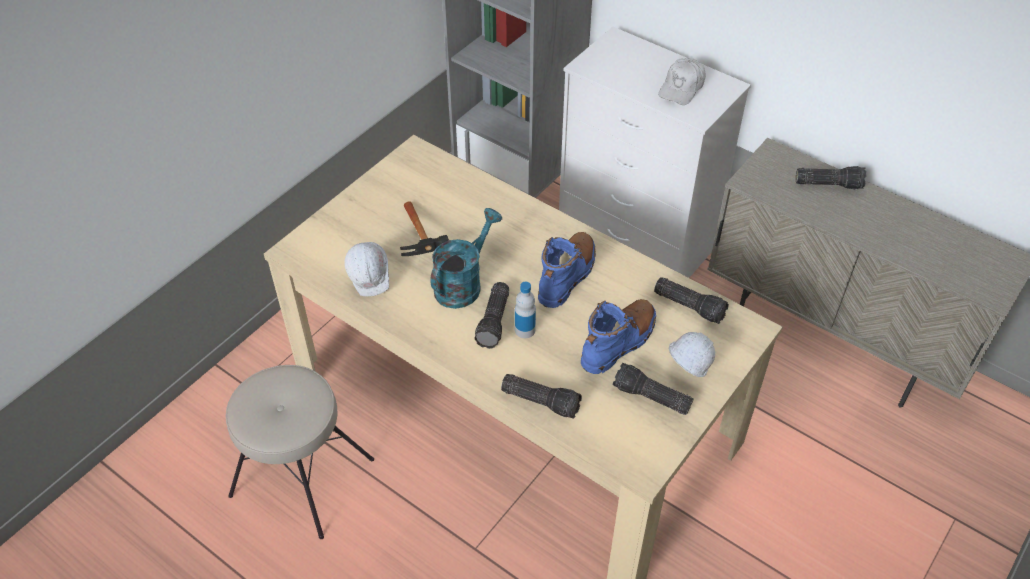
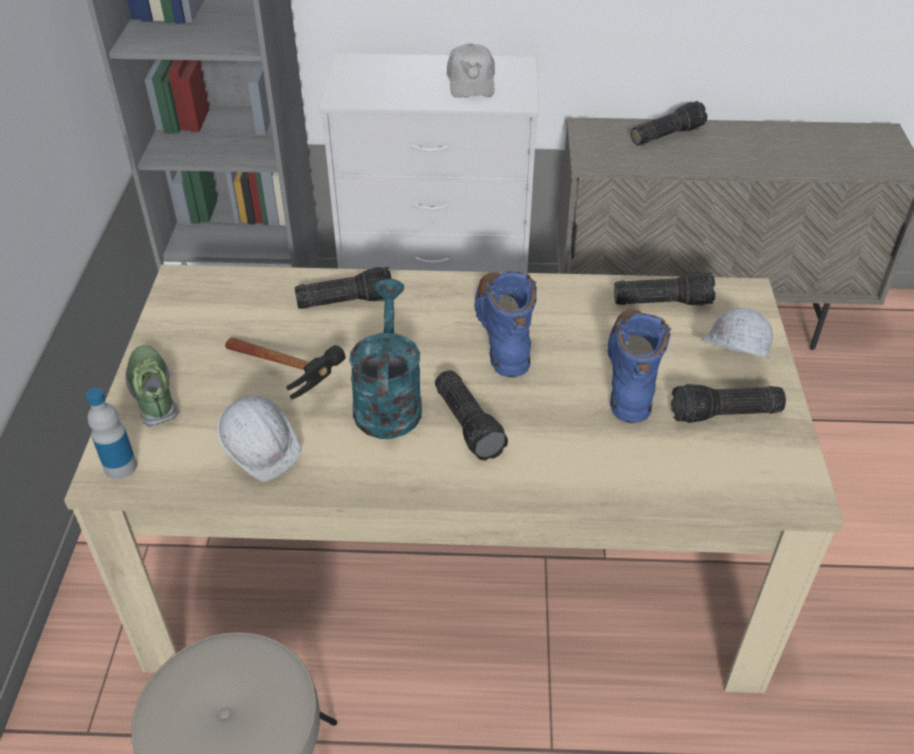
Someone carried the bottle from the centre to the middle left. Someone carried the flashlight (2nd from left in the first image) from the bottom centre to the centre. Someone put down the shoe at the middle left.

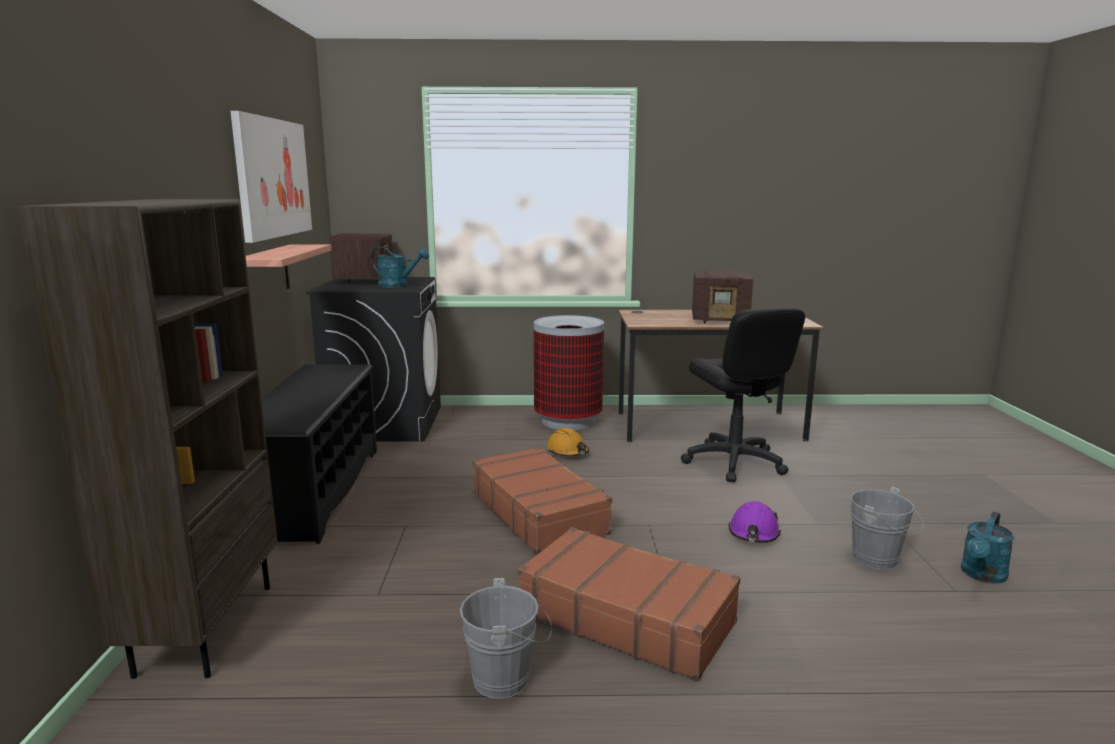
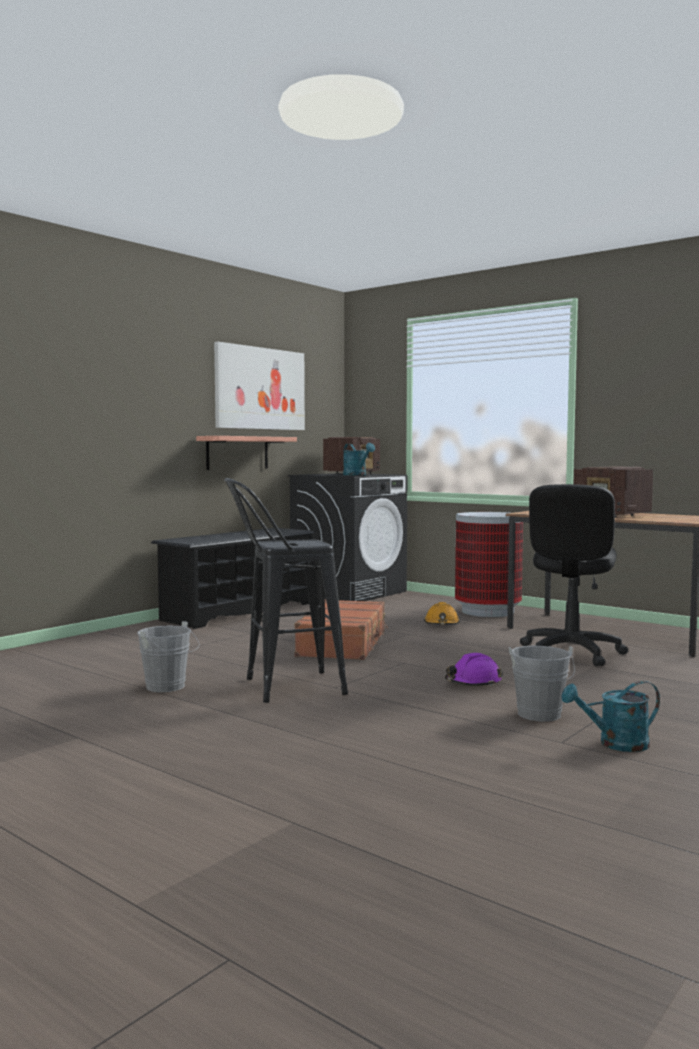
Someone took away the brown bookcase at the middle left. Someone swapped the brown suitcase (2nd from left) at the bottom centre for the black stool at the centre.

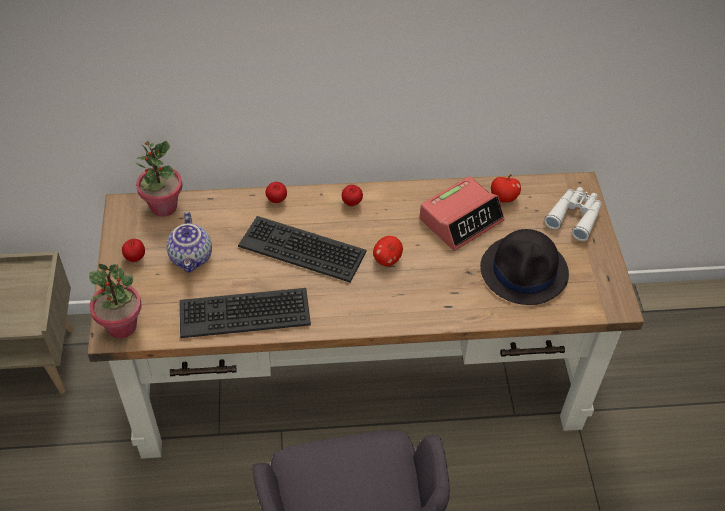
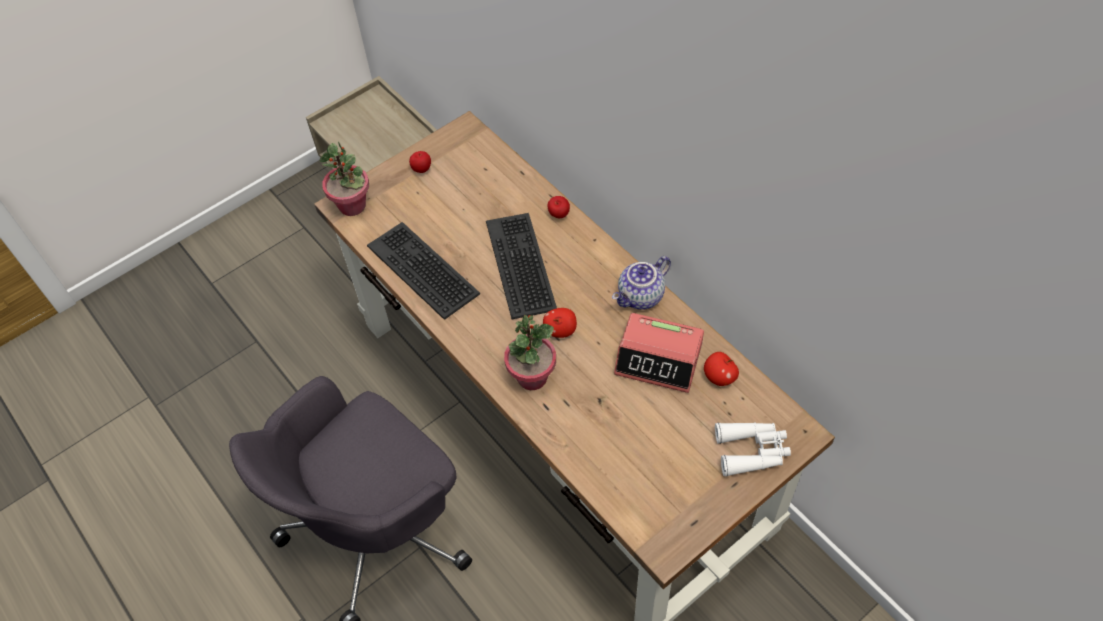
Someone carried the potted plant (2nd from left) from the middle left to the centre. Someone took away the apple (3rd from left) at the centre. Someone carried the teapot from the middle left to the centre. Someone took away the black hat at the middle right.

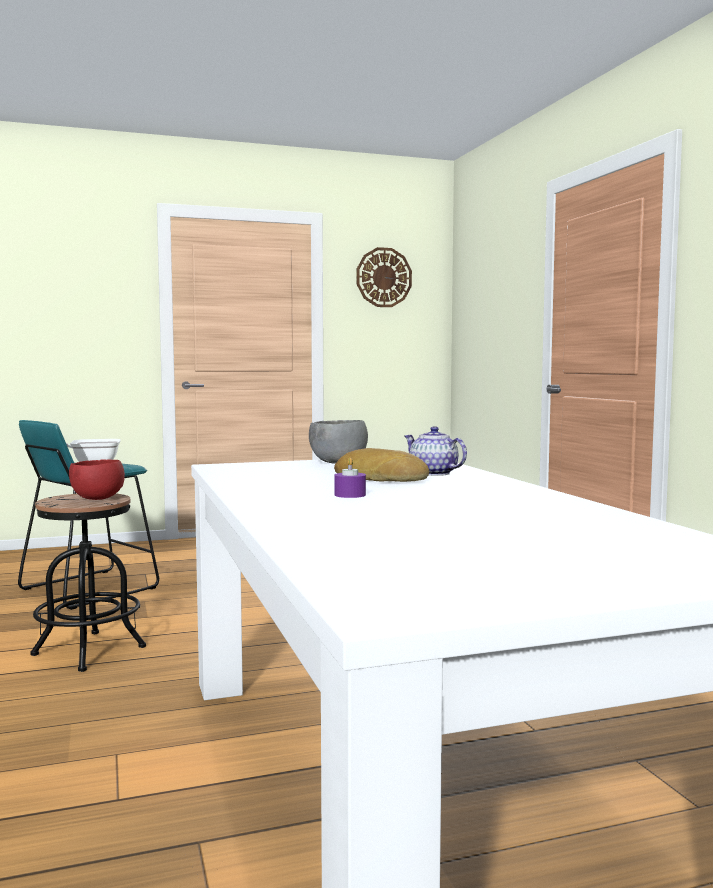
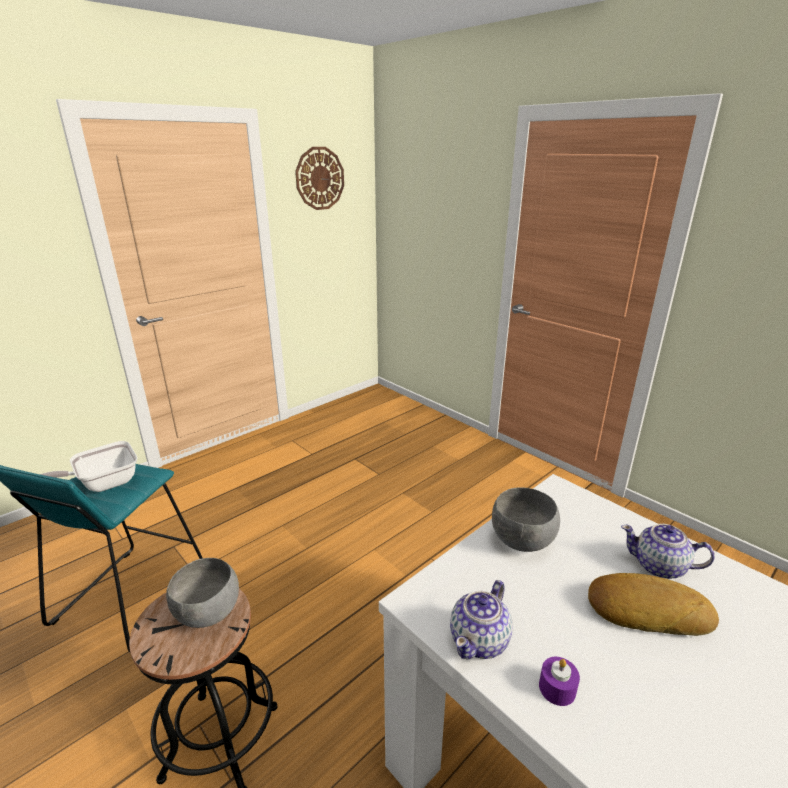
Someone carried the purple candle from the centre to the bottom right. Someone repainted the red bowl at the middle left, which became the grey bowl (1st from left) at the bottom left. Someone put down the teapot (1st from left) at the bottom centre.

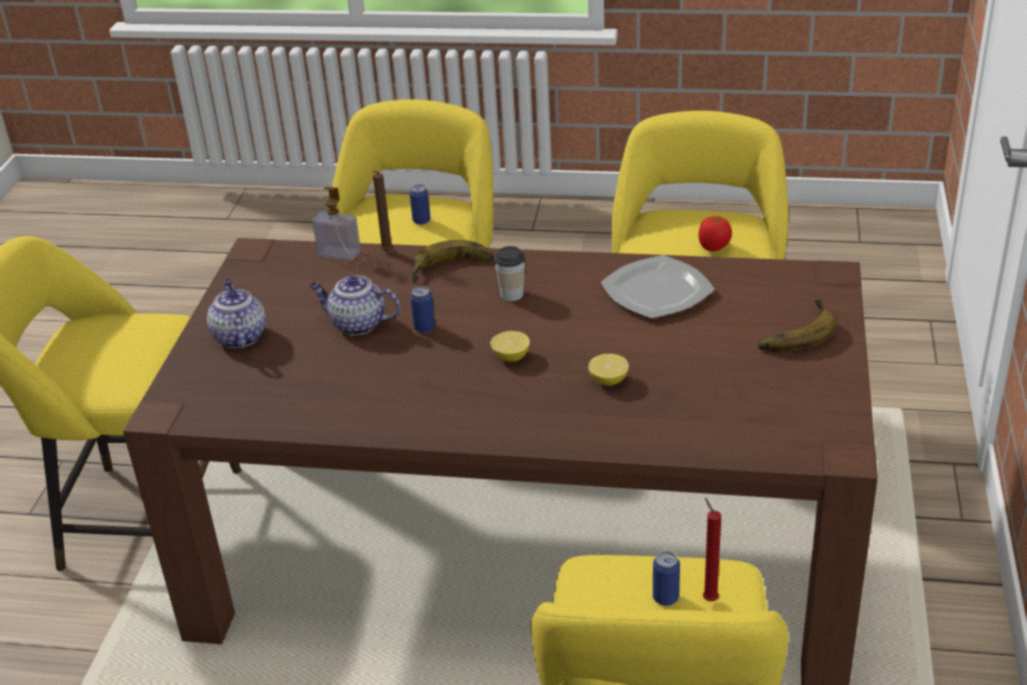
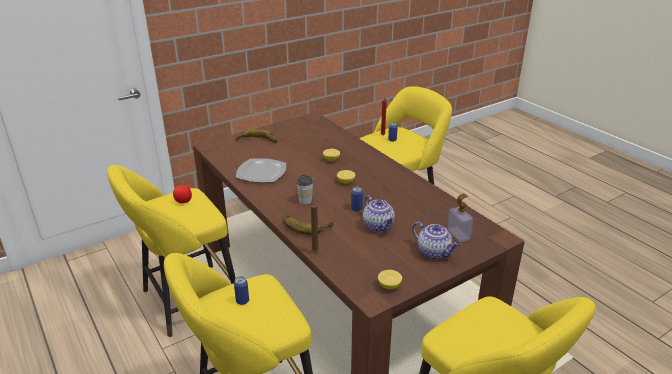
Someone carried the soap dispenser from the top left to the middle right. Someone rotated the teapot (1st from left in the first image) at the middle left by 75 degrees counterclockwise. Someone put down the lemon (3rd from left) at the bottom centre.

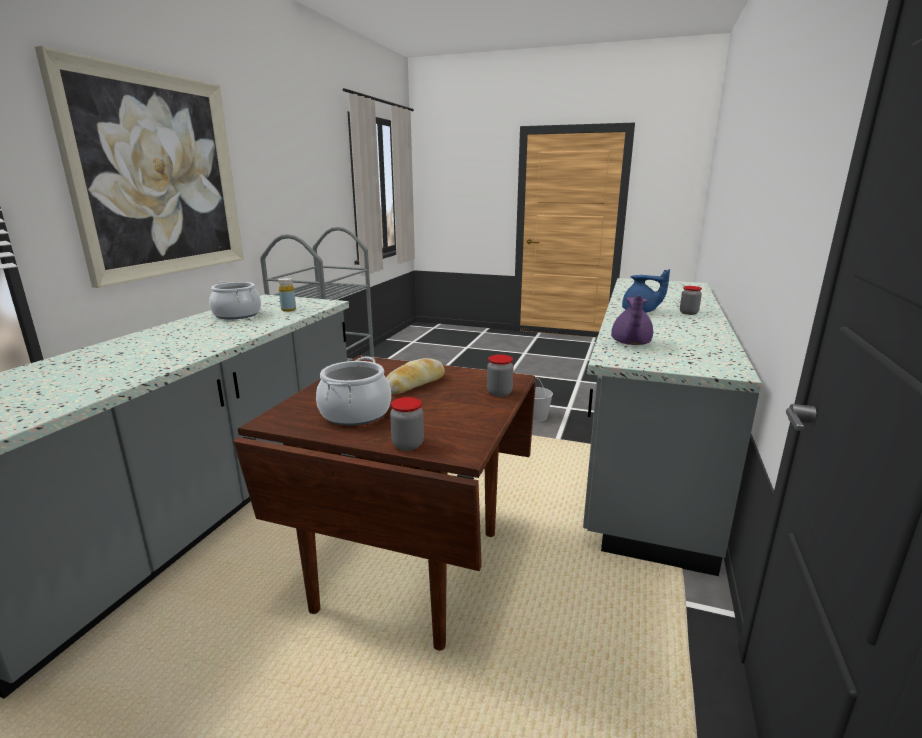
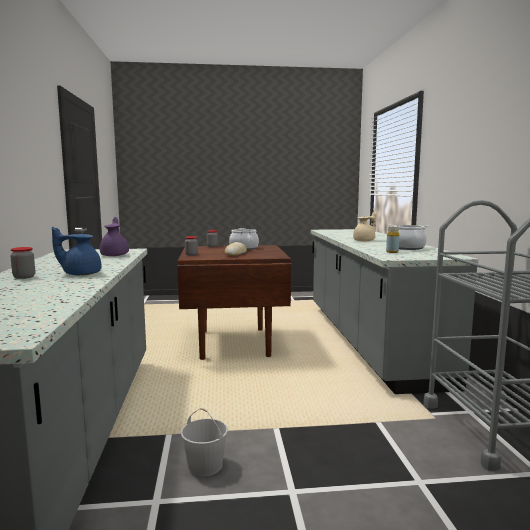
Someone took away the picture at the top left. Someone put down the beige teapot at the middle right.

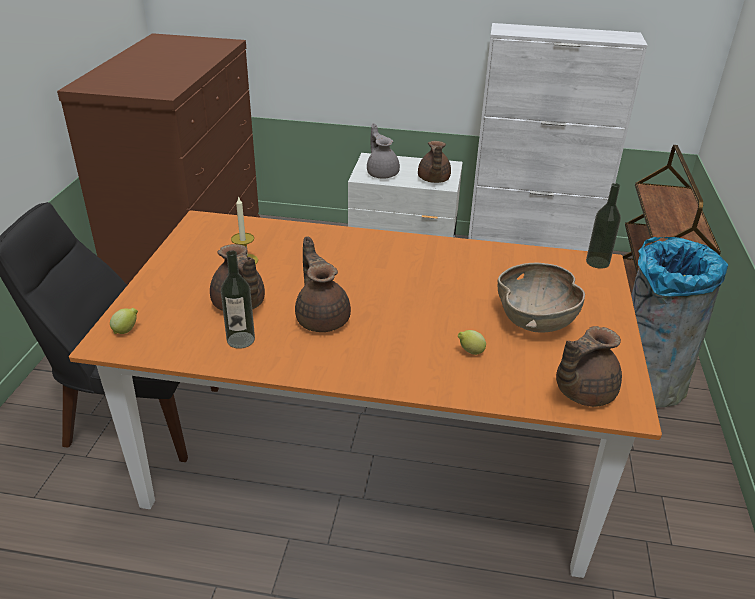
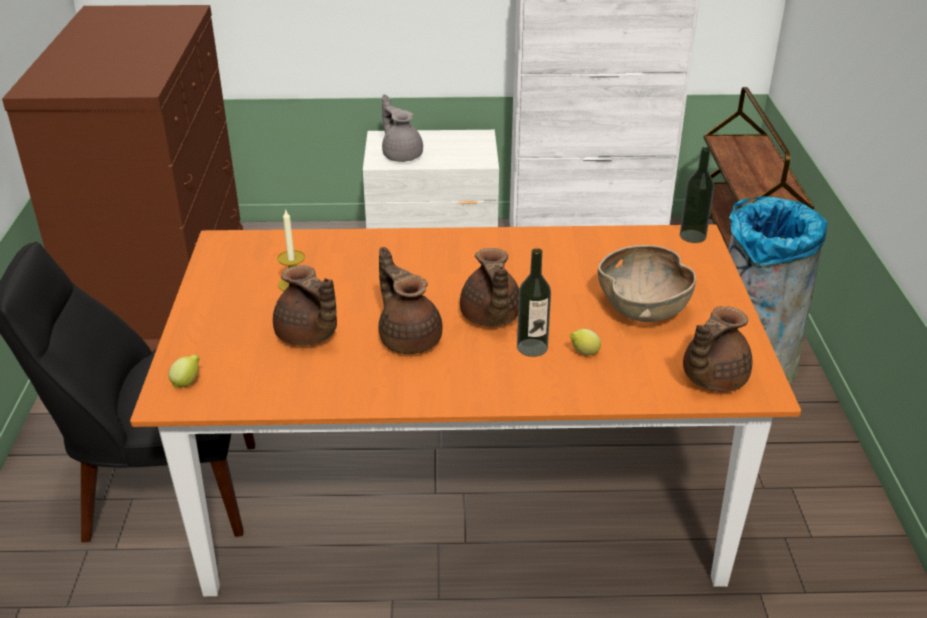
Someone carried the brown teapot (3rd from left) from the top centre to the centre. Someone carried the bottle (1st from left) from the middle left to the centre.

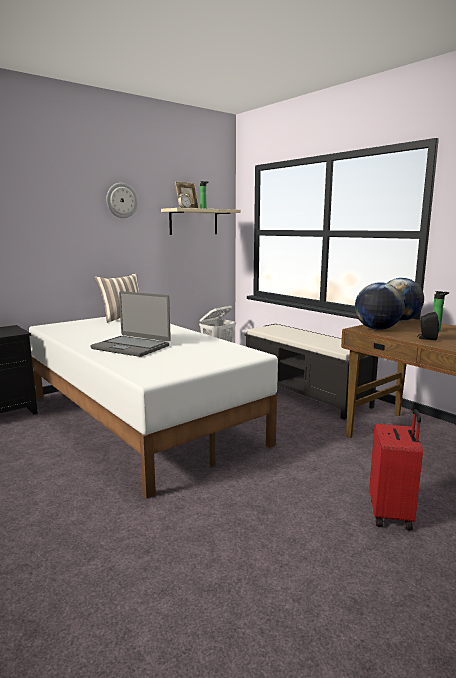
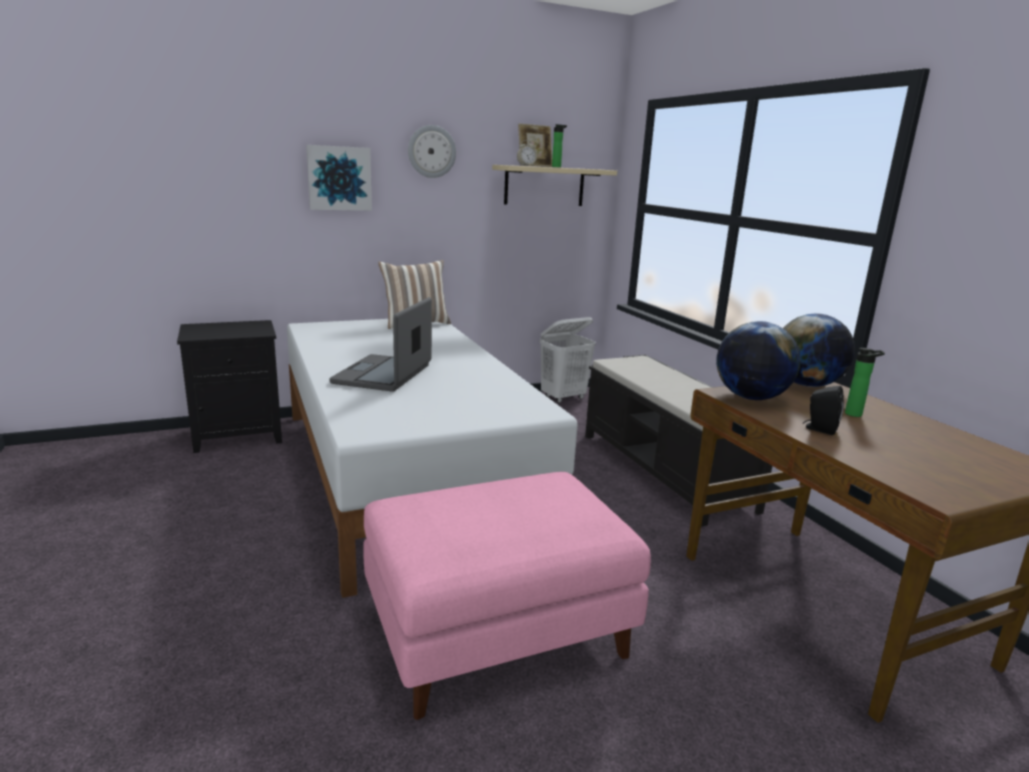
Someone rotated the laptop at the middle left by 60 degrees clockwise. Someone took away the red suitcase at the bottom right. Someone put up the picture at the top left. Someone put down the pink ottoman at the bottom centre.

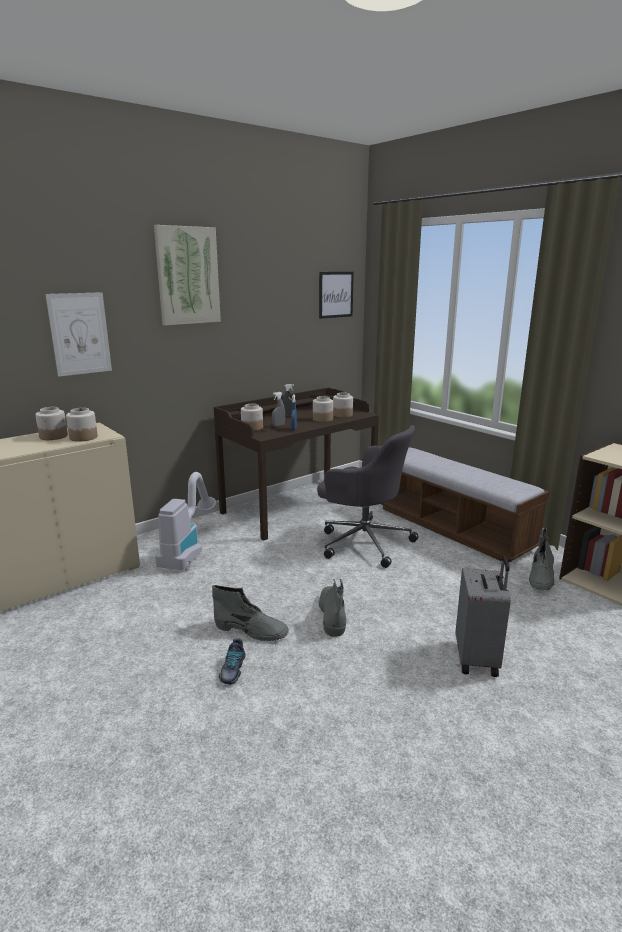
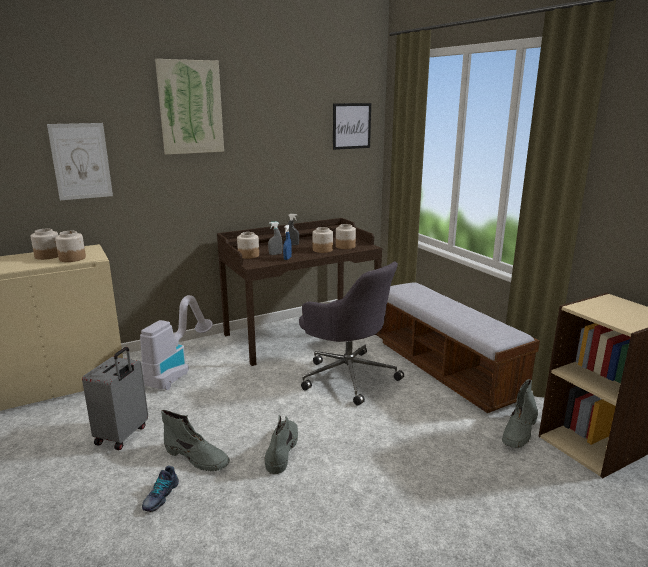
Someone carried the grey suitcase from the middle right to the bottom left.

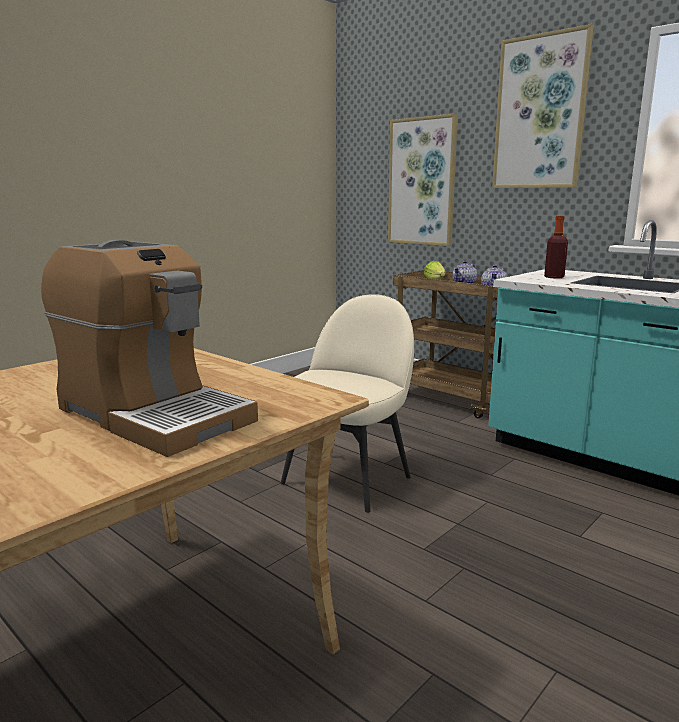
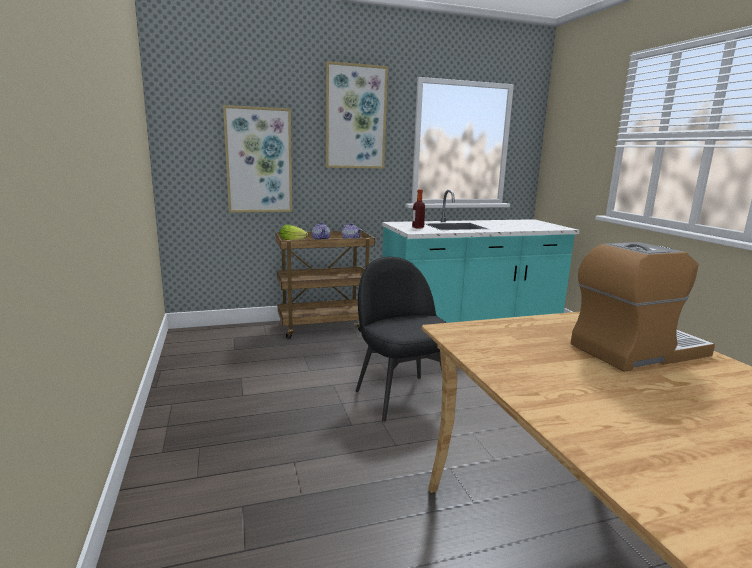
Someone repainted the beige chair at the centre, which became the black chair at the centre.

